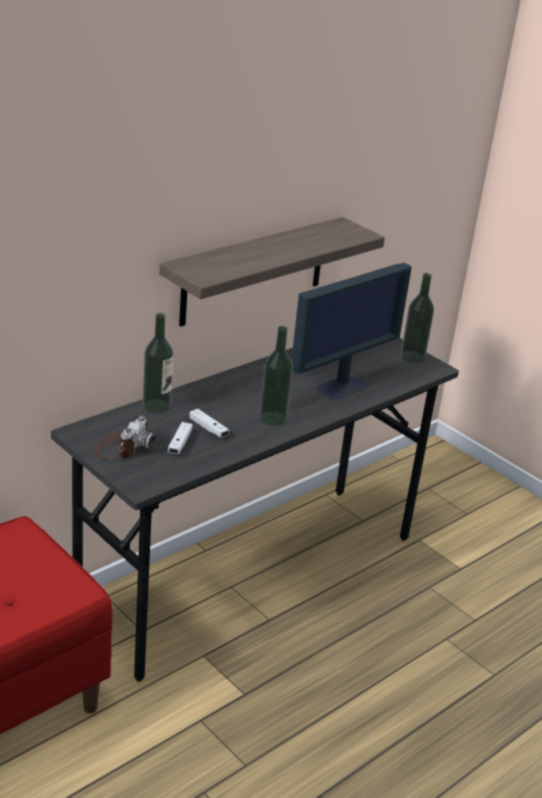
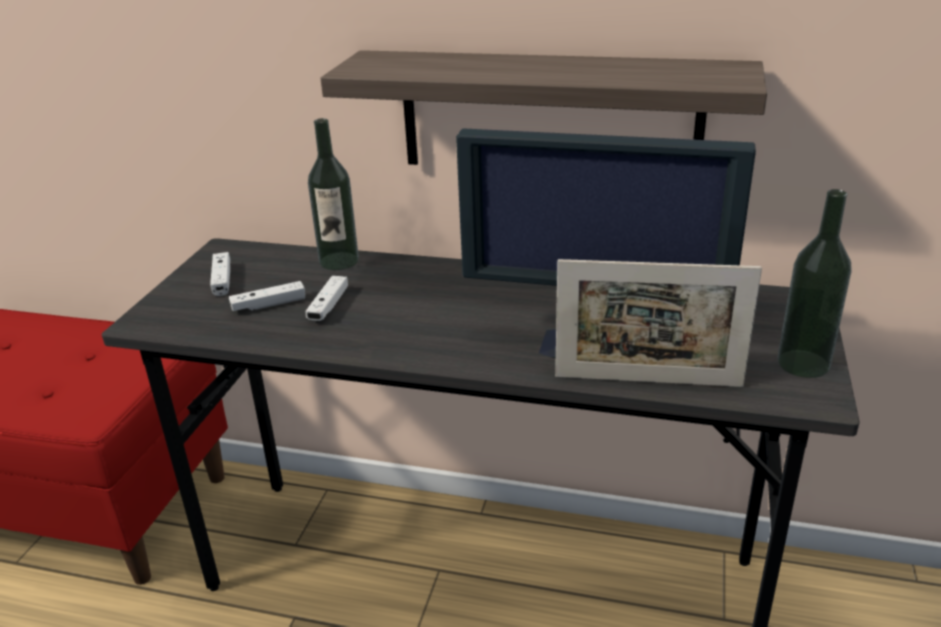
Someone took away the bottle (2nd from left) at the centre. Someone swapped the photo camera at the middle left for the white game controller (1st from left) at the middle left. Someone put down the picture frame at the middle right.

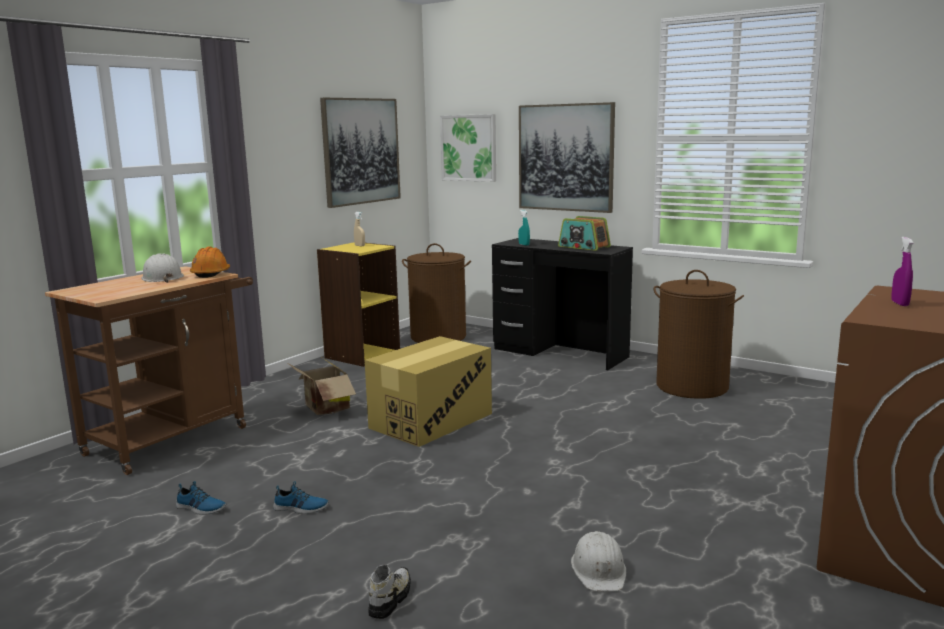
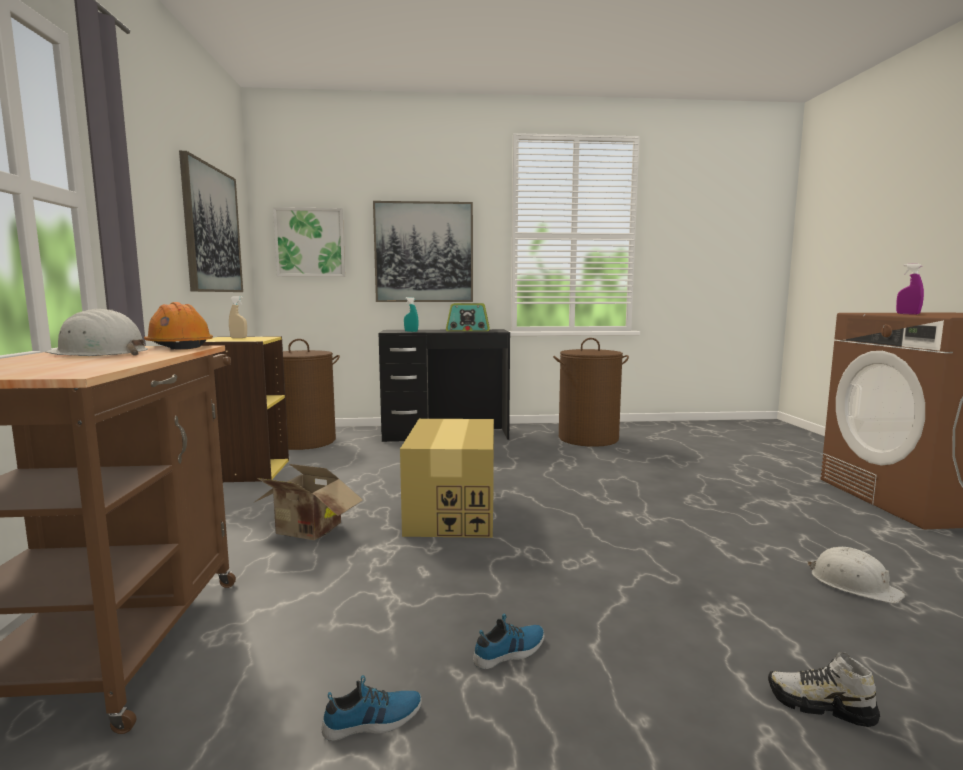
Someone rotated the shoe (3rd from left) at the bottom centre by 45 degrees counterclockwise.

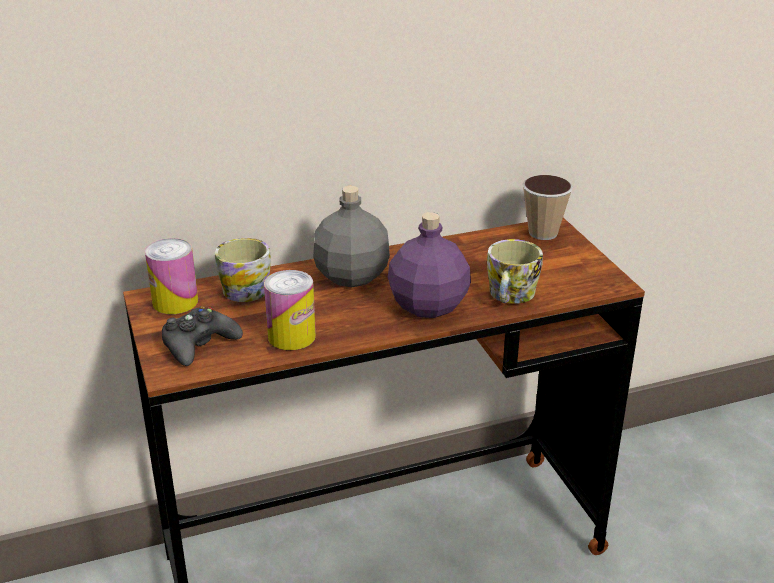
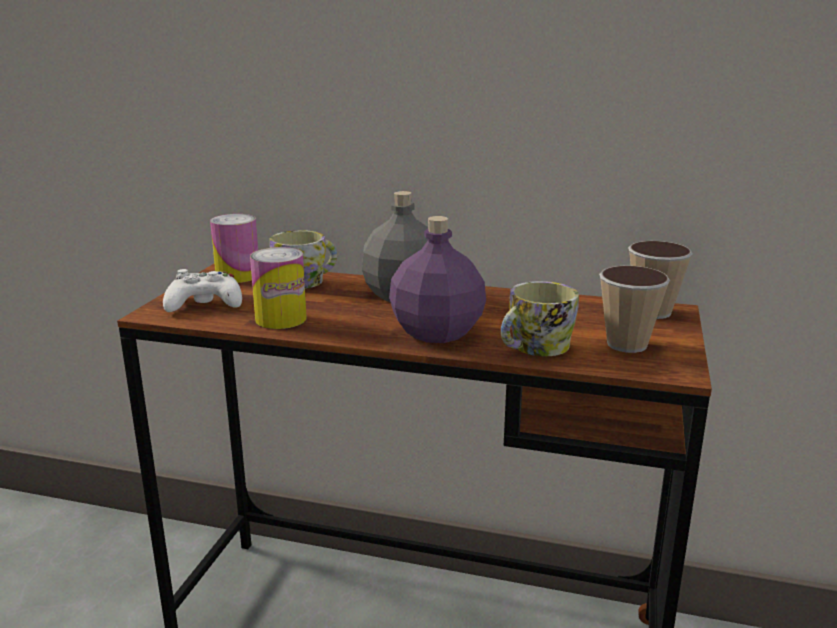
Someone repainted the black game controller at the middle left, which became the white game controller at the middle left. Someone put down the cup (1st from left) at the middle right.

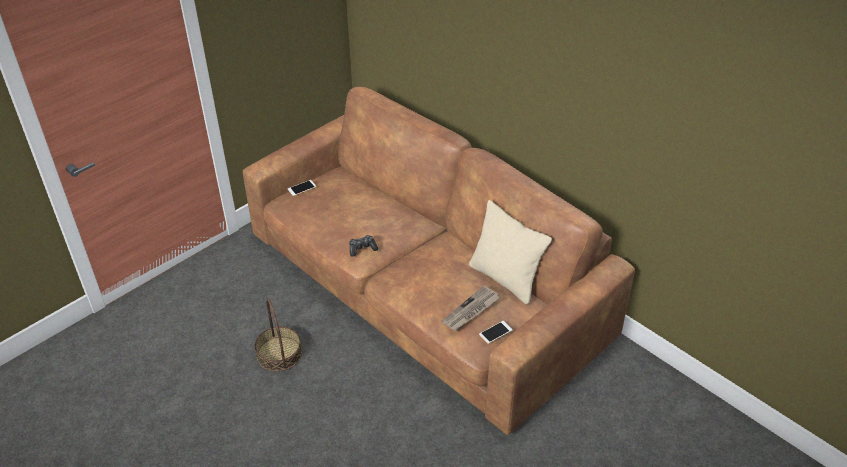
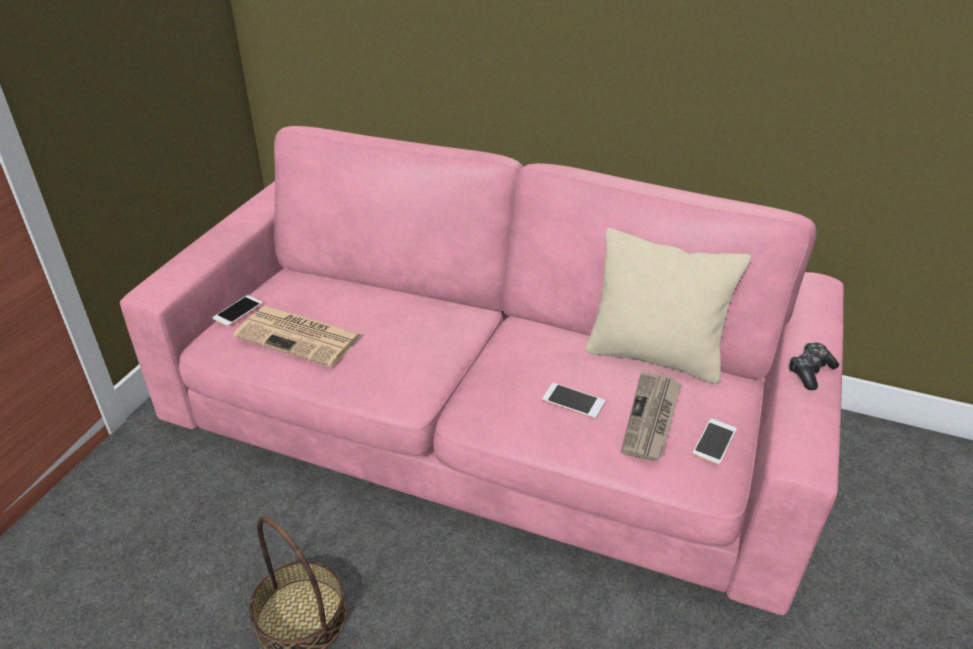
Someone repainted the brown sofa at the centre, which became the pink sofa at the centre. Someone carried the game controller from the centre to the middle right. Someone put down the newspaper (1st from left) at the middle left. Someone put down the phone (2nd from left) at the centre.

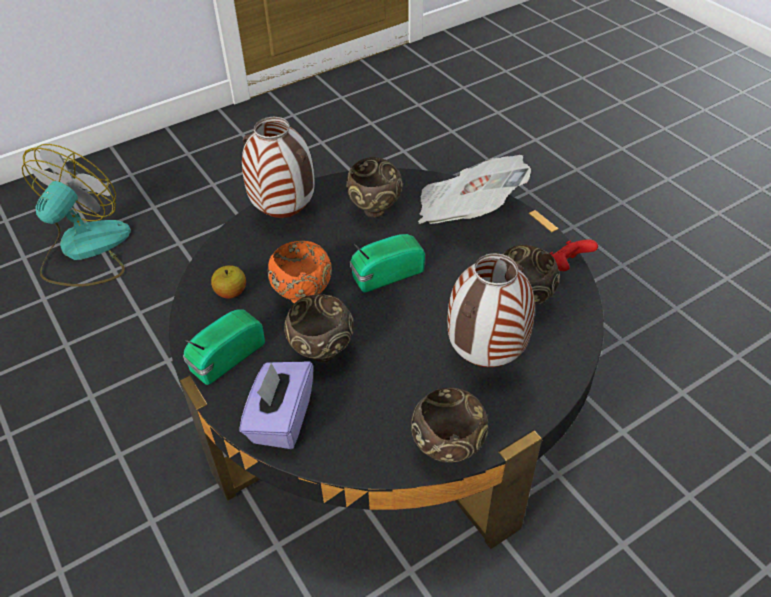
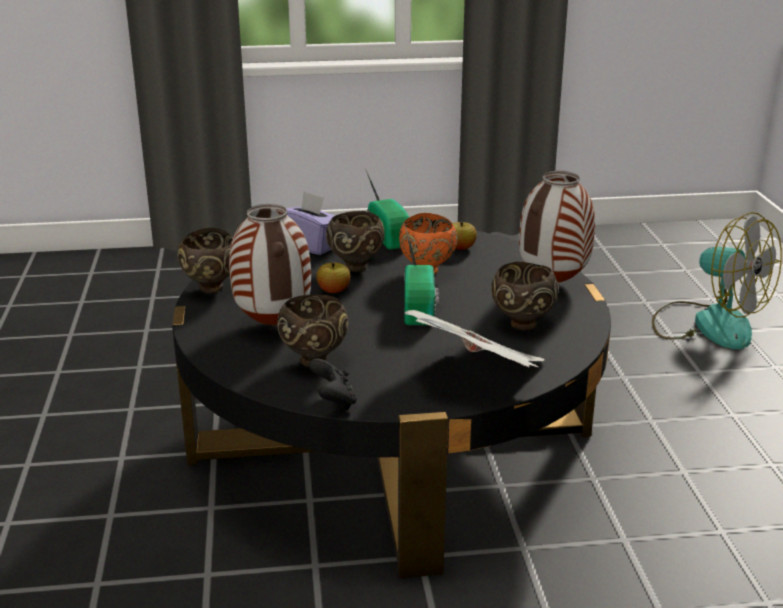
Someone repainted the red game controller at the middle right, which became the black game controller at the centre. Someone put down the apple (1st from left) at the centre.

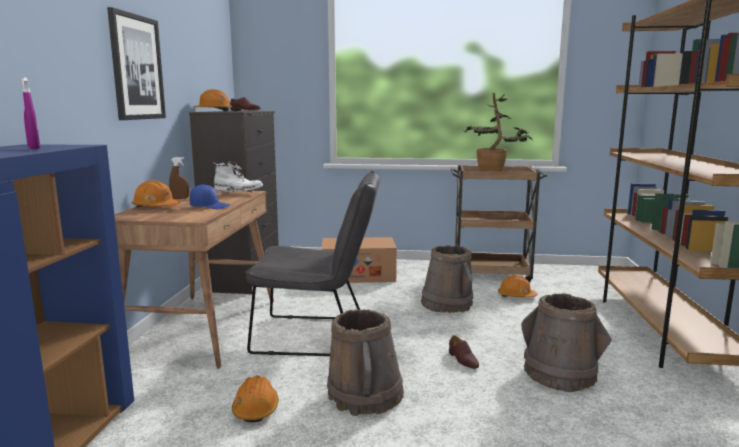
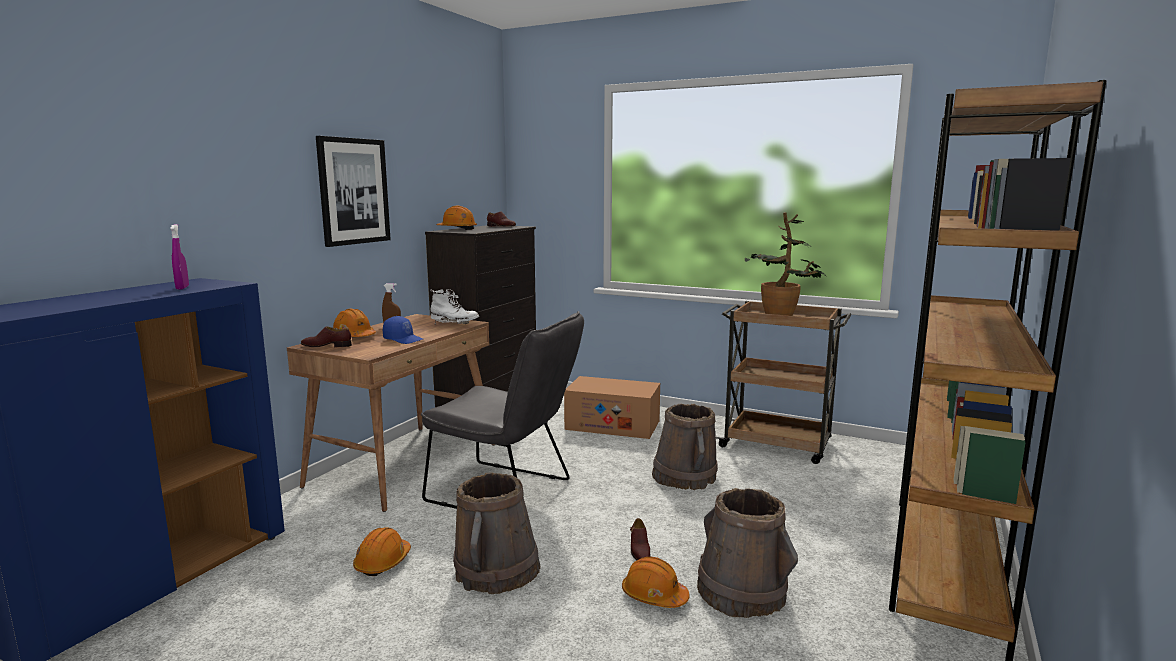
Someone carried the orange hard hat (4th from left) from the middle right to the bottom centre. Someone put down the brown shoe (1st from left) at the middle left.

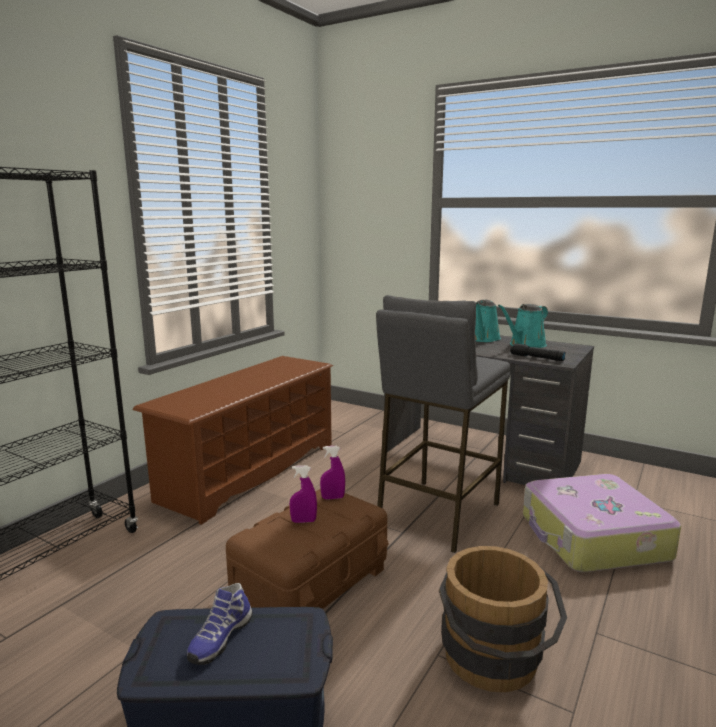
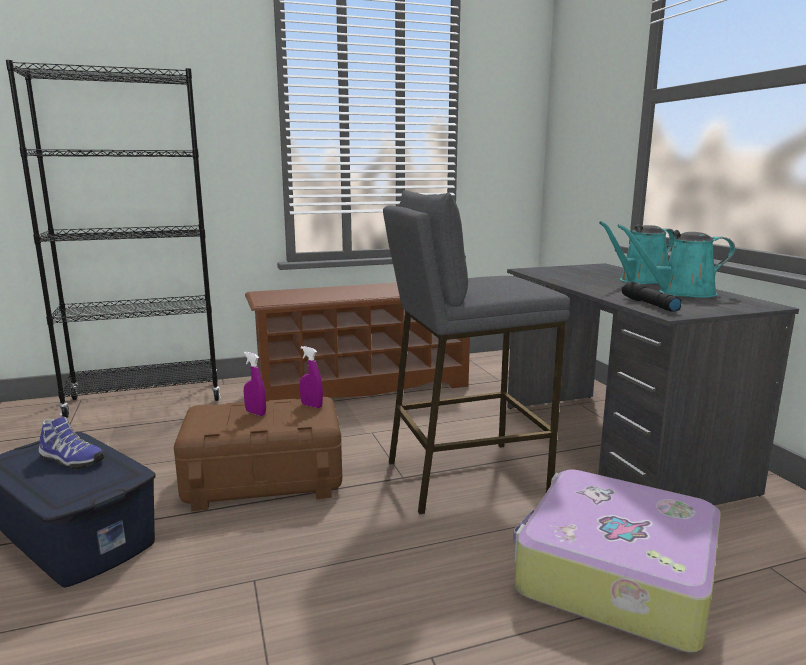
Someone took away the brown bucket at the bottom right. Someone rotated the shoe at the bottom left by 135 degrees counterclockwise.

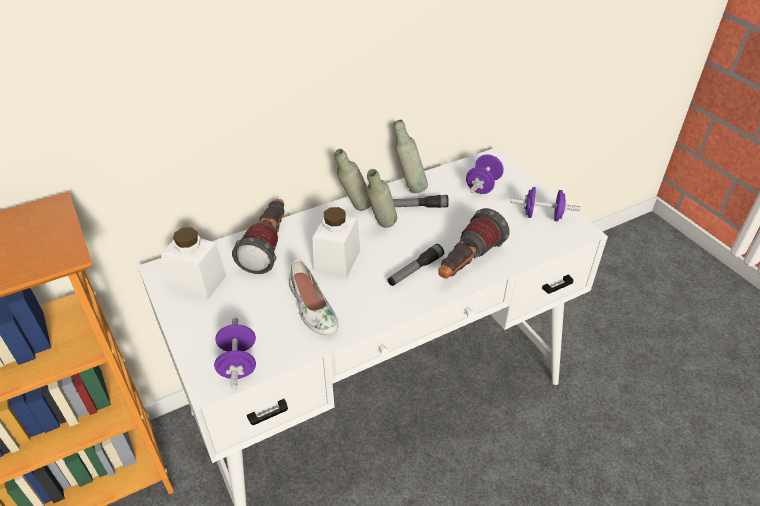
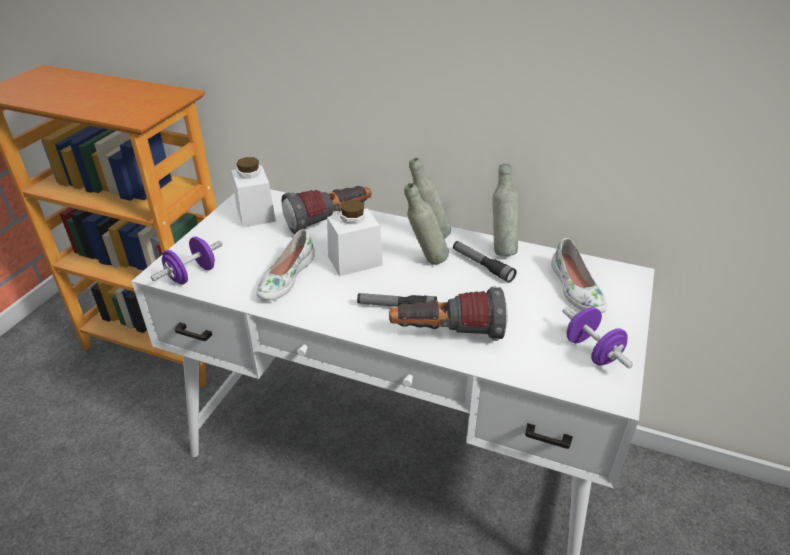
Someone swapped the purple dumbbell (2nd from left) at the centre for the white shoe (2nd from left) at the middle right.

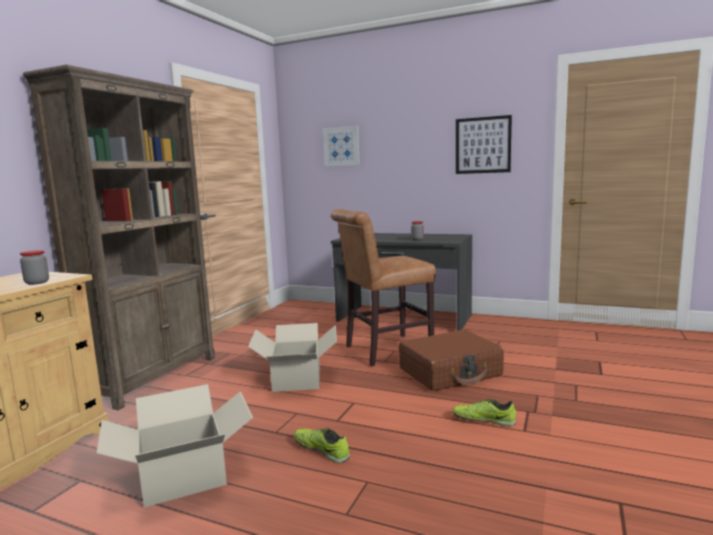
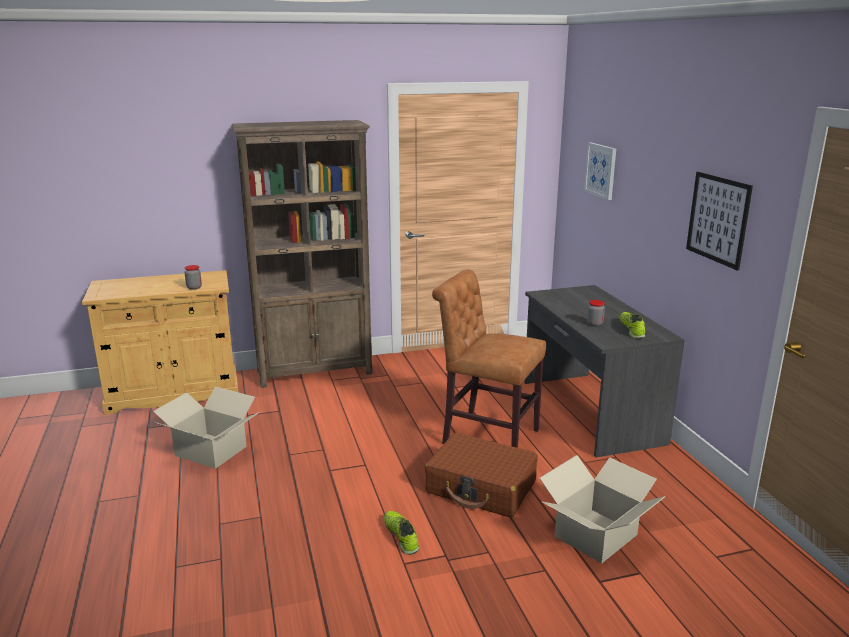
Someone carried the cardboard box (2nd from left) from the bottom centre to the bottom right. Someone carried the shoe (1st from left in the first image) from the bottom centre to the middle right.

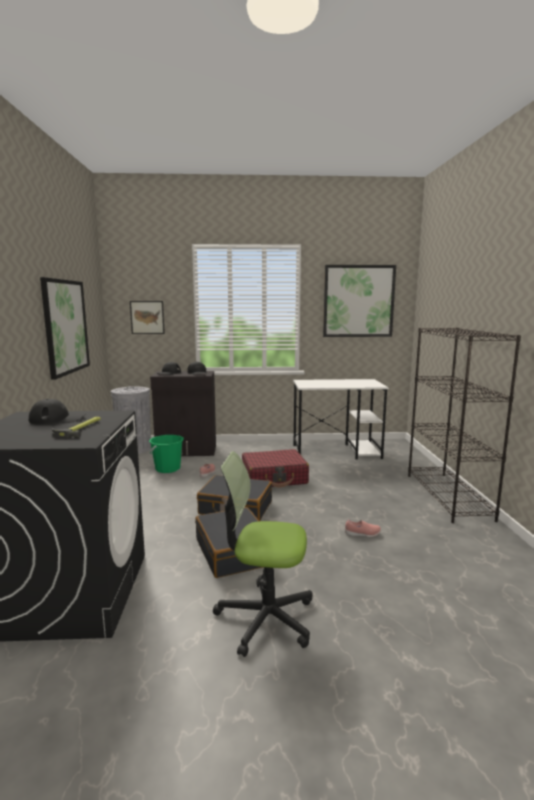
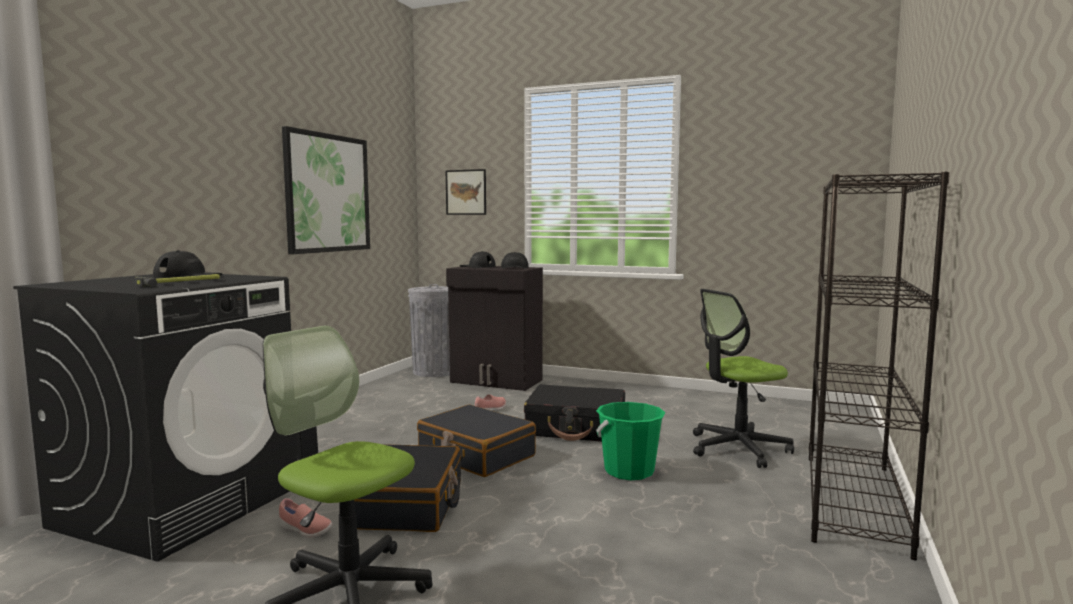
Someone took away the picture (3rd from left) at the middle right. Someone took away the white desk at the centre. Someone carried the green bucket from the middle left to the bottom centre. Someone repainted the red suitcase at the centre, which became the black suitcase (3rd from left) at the bottom centre. Someone carried the pink shoe (2nd from left in the first image) from the middle right to the bottom left. Someone put down the office chair (2nd from left) at the middle right.

